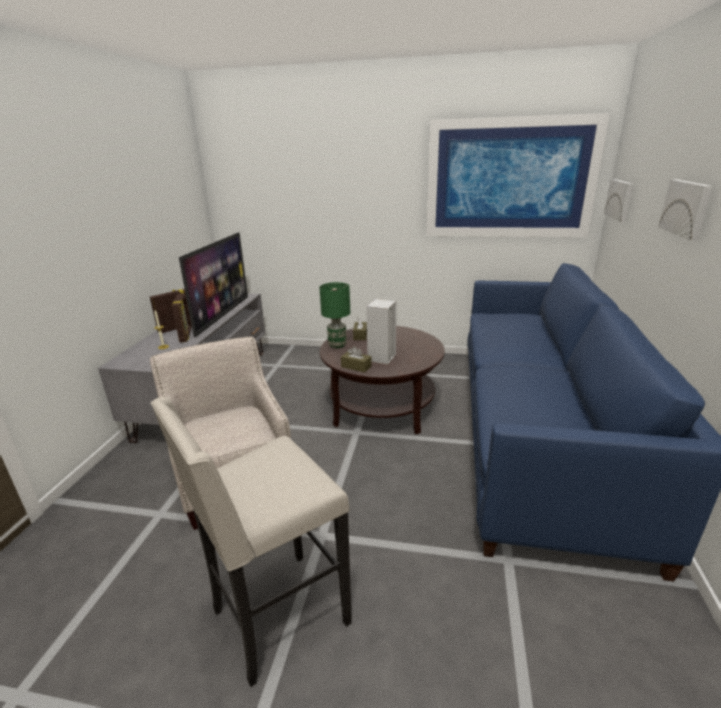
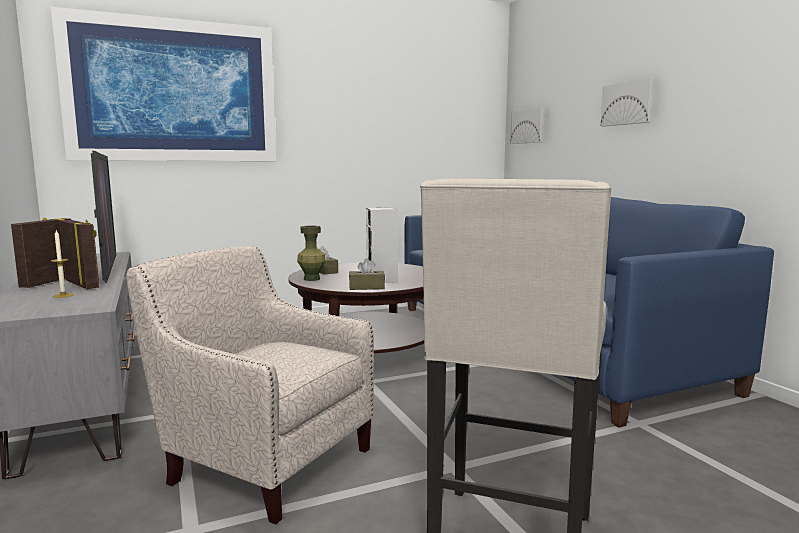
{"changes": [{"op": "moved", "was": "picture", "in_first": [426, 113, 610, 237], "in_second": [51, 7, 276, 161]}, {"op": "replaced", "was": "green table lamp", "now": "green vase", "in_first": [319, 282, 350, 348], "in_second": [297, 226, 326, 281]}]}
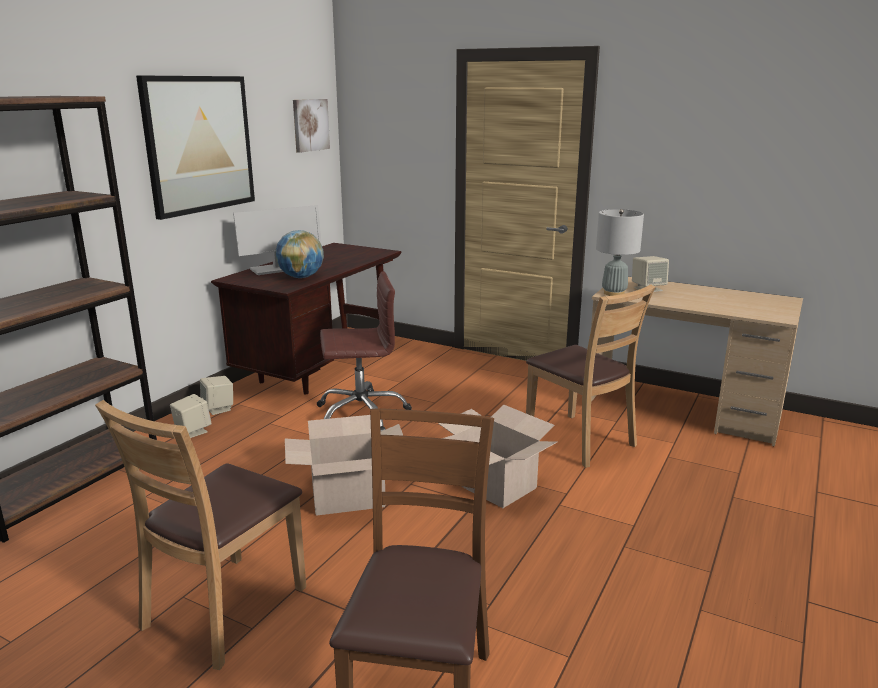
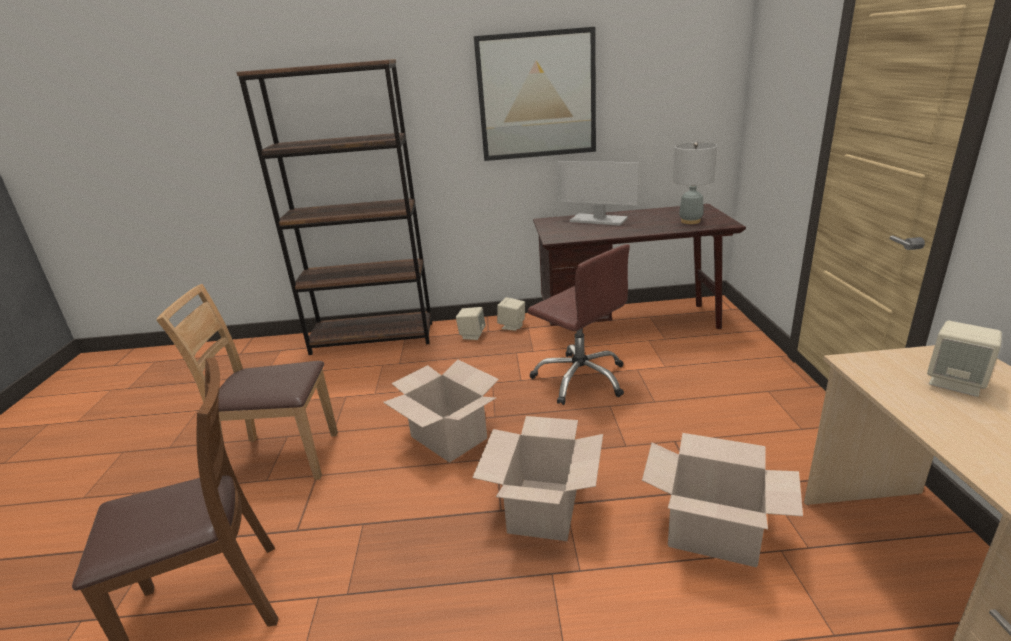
{"changes": [{"op": "removed", "was": "globe", "in_first": [275, 230, 324, 278]}, {"op": "removed", "was": "picture", "in_first": [293, 99, 330, 153]}, {"op": "moved", "was": "grey table lamp", "in_first": [596, 209, 644, 296], "in_second": [673, 142, 717, 224]}, {"op": "replaced", "was": "brown chair", "now": "cardboard box", "in_first": [526, 284, 655, 468], "in_second": [642, 433, 803, 568]}]}
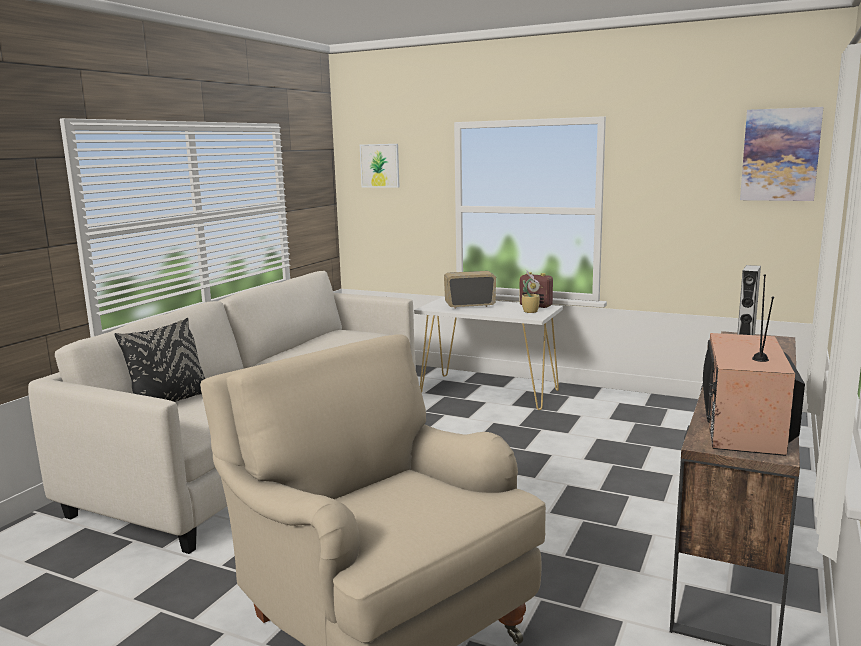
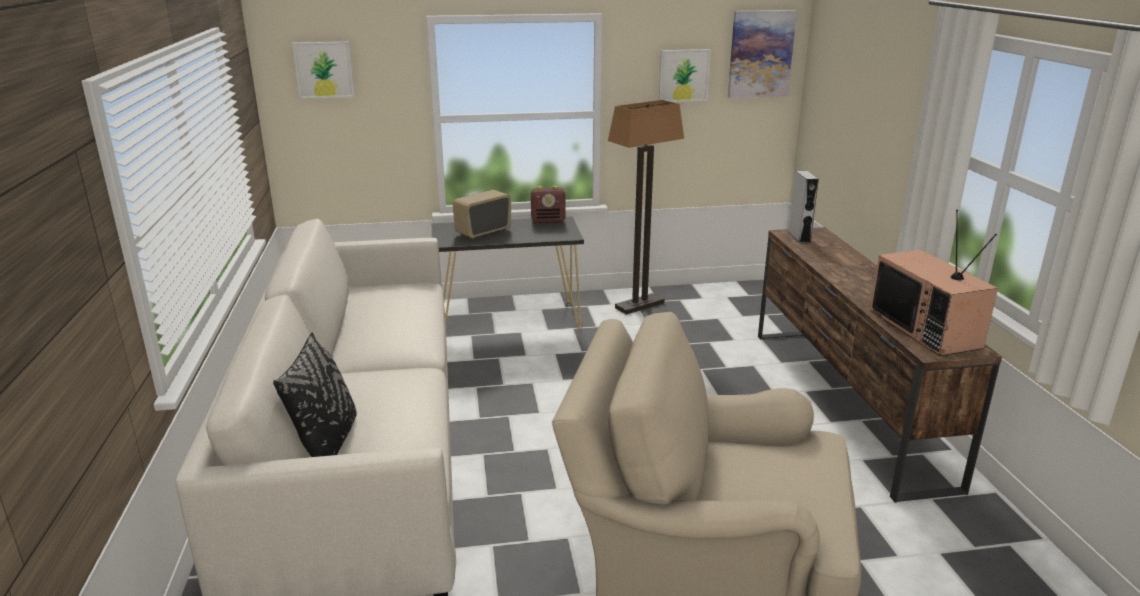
{"changes": [{"op": "removed", "was": "potted plant", "in_first": [522, 270, 540, 313]}, {"op": "added", "now": "floor lamp", "in_second": [608, 100, 684, 315]}, {"op": "added", "now": "picture", "in_second": [659, 49, 711, 102]}, {"op": "recoloured", "was": "white console table", "now": "black console table", "in_first": [414, 297, 563, 410], "in_second": [432, 217, 584, 329]}]}
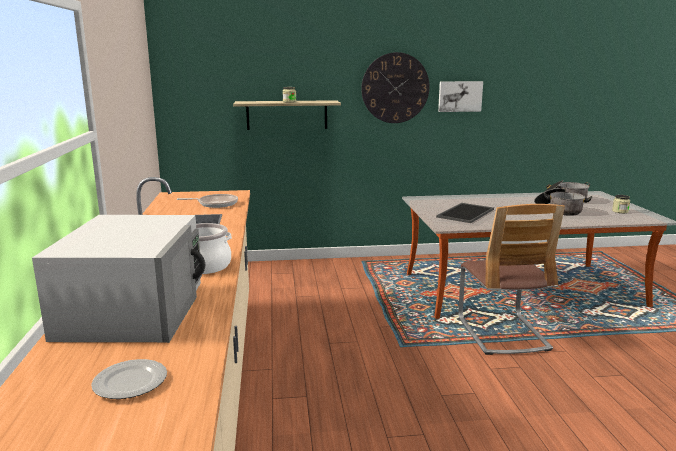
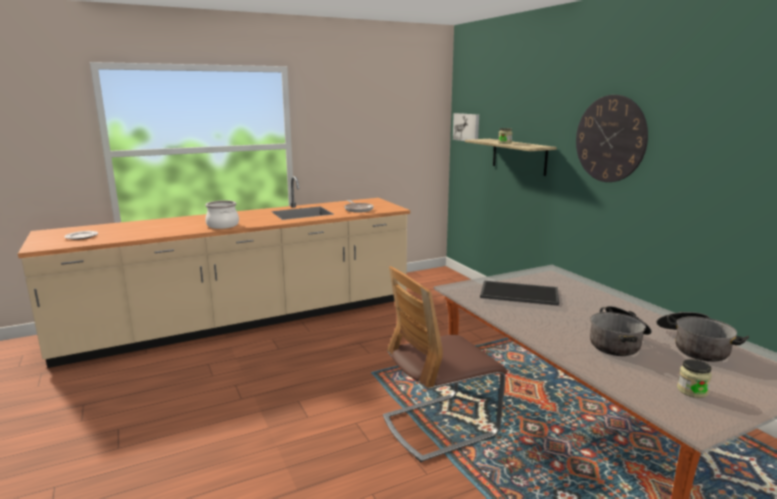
{"changes": [{"op": "removed", "was": "white microwave", "in_first": [32, 215, 205, 343]}, {"op": "moved", "was": "picture", "in_first": [438, 81, 483, 112], "in_second": [453, 113, 479, 141]}]}
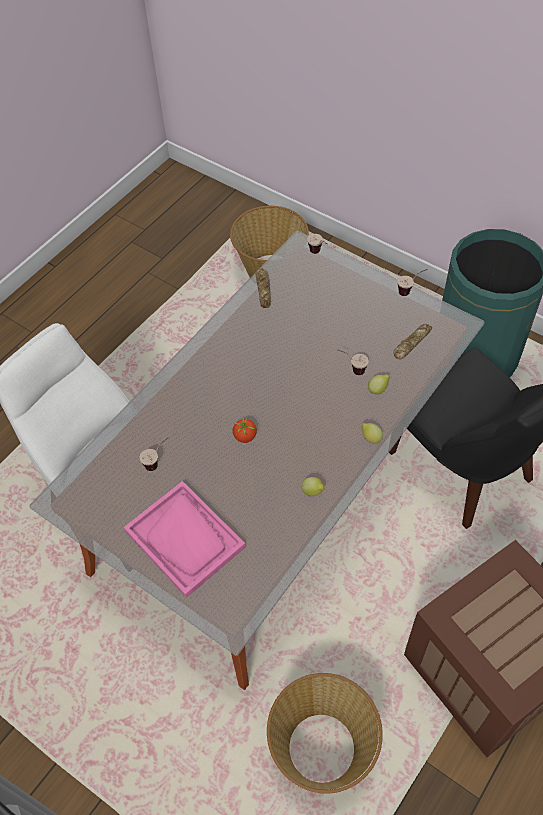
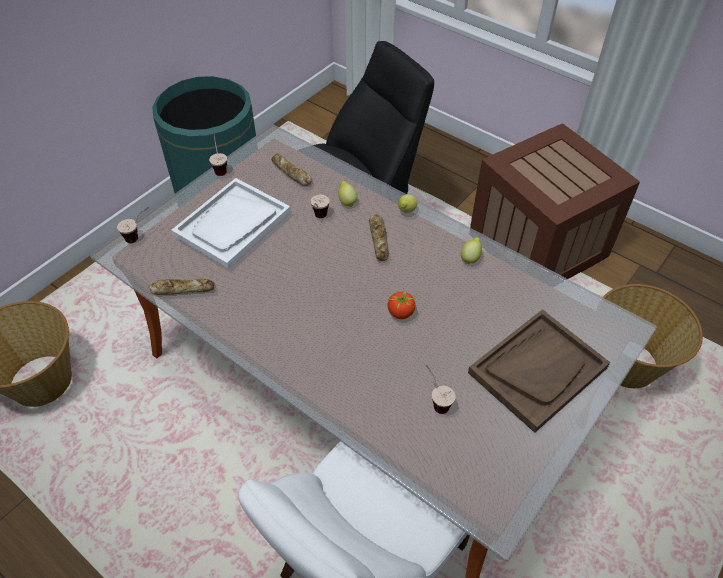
{"changes": [{"op": "added", "now": "white tray", "in_second": [171, 178, 291, 269]}, {"op": "added", "now": "bread", "in_second": [369, 214, 388, 261]}, {"op": "recoloured", "was": "pink tray", "now": "brown tray", "in_first": [124, 481, 245, 598], "in_second": [468, 309, 610, 433]}]}
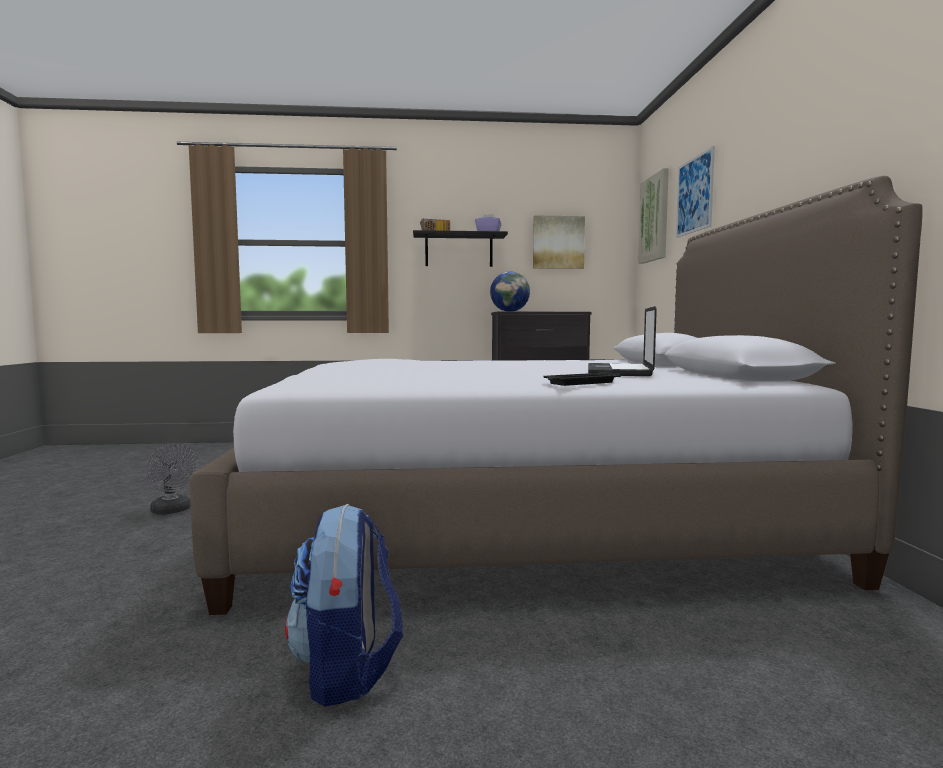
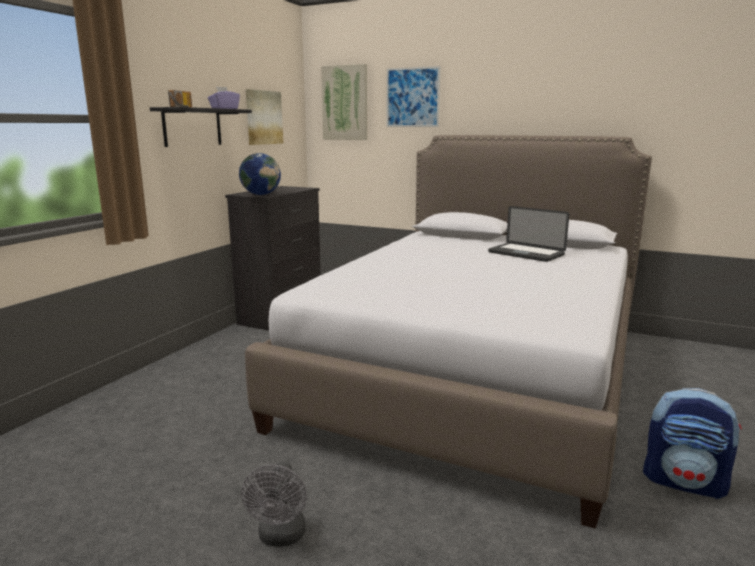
{"changes": [{"op": "removed", "was": "black tray", "in_first": [543, 372, 621, 386]}, {"op": "turned", "was": "grey fan", "in_first": [146, 444, 199, 515], "in_second": [241, 462, 307, 547], "clockwise": 105}]}
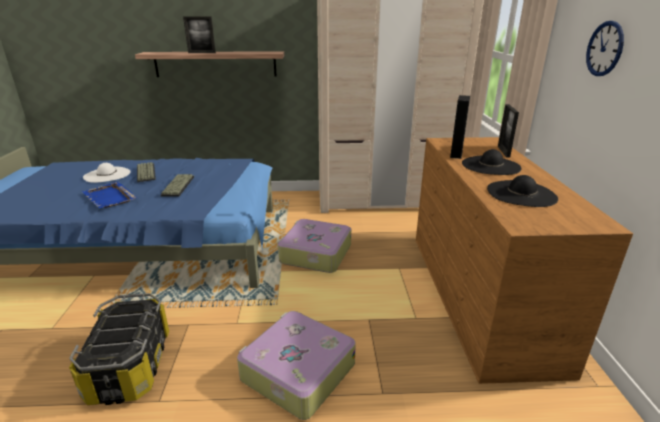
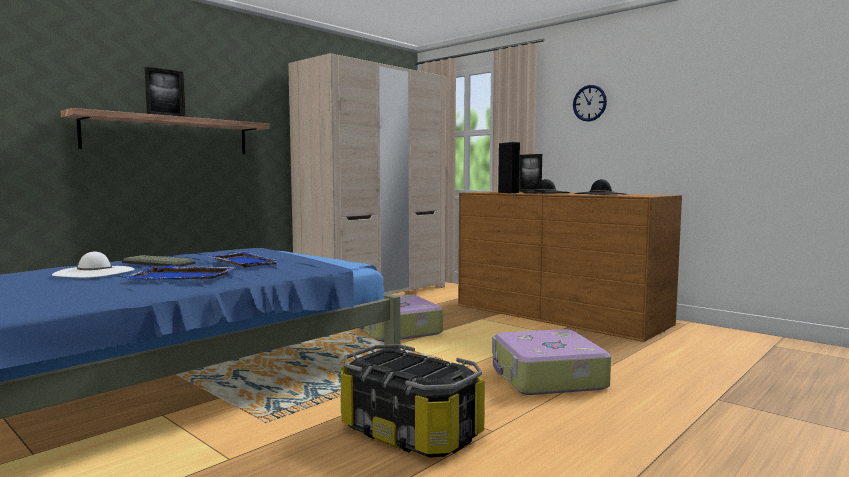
{"changes": [{"op": "replaced", "was": "keyboard", "now": "blue tray", "in_first": [161, 174, 194, 196], "in_second": [206, 252, 280, 267]}]}
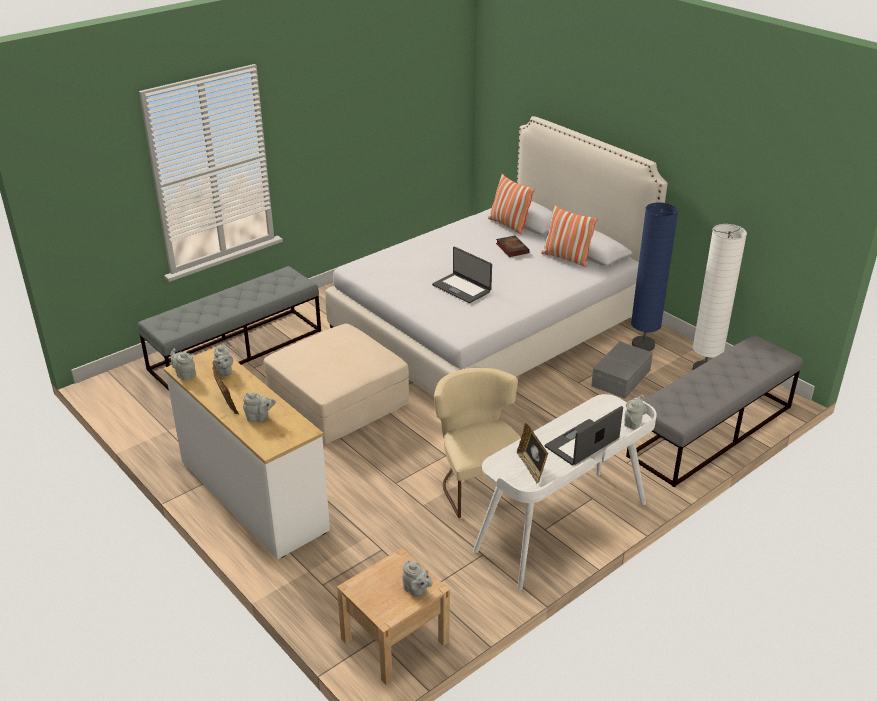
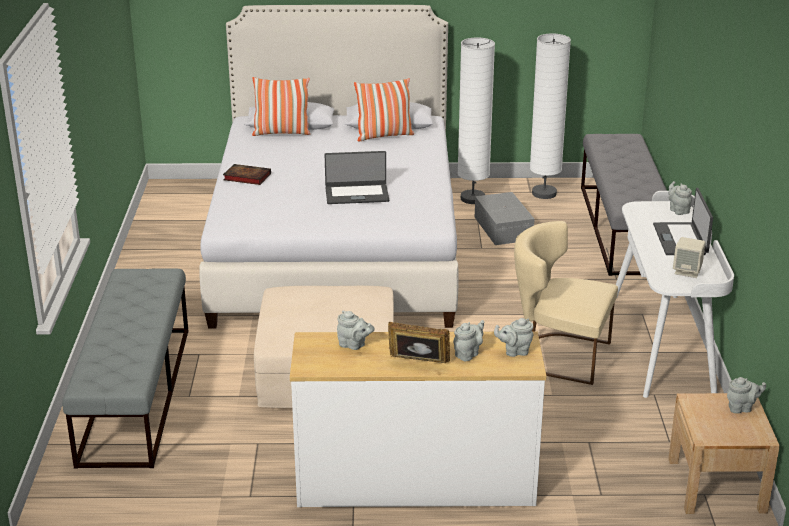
{"changes": [{"op": "moved", "was": "grey teapot", "in_first": [170, 349, 196, 381], "in_second": [494, 318, 534, 357]}, {"op": "moved", "was": "book", "in_first": [496, 236, 530, 257], "in_second": [223, 164, 271, 185]}, {"op": "replaced", "was": "picture frame", "now": "beige speaker", "in_first": [517, 423, 548, 484], "in_second": [673, 237, 706, 278]}, {"op": "recoloured", "was": "blue floor lamp", "now": "white floor lamp", "in_first": [631, 202, 678, 351], "in_second": [458, 38, 495, 204]}]}
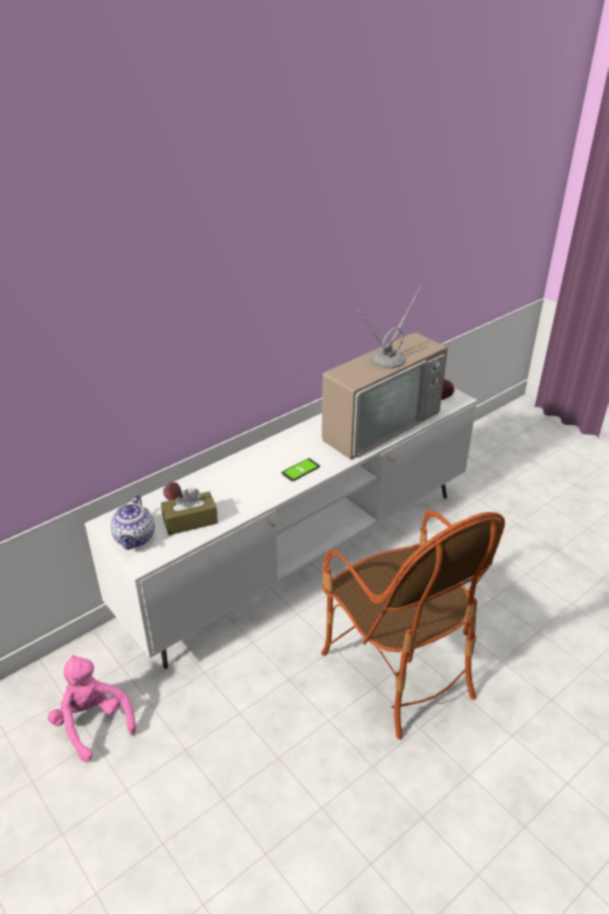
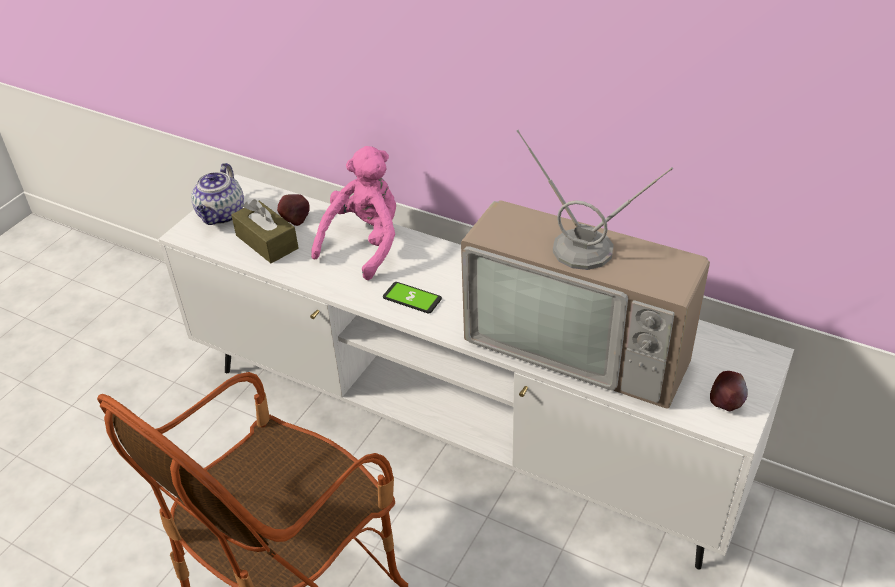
{"changes": [{"op": "moved", "was": "pink plush toy", "in_first": [48, 655, 136, 762], "in_second": [311, 146, 396, 280]}, {"op": "turned", "was": "teapot", "in_first": [110, 494, 155, 550], "in_second": [191, 163, 244, 225], "clockwise": -60}]}
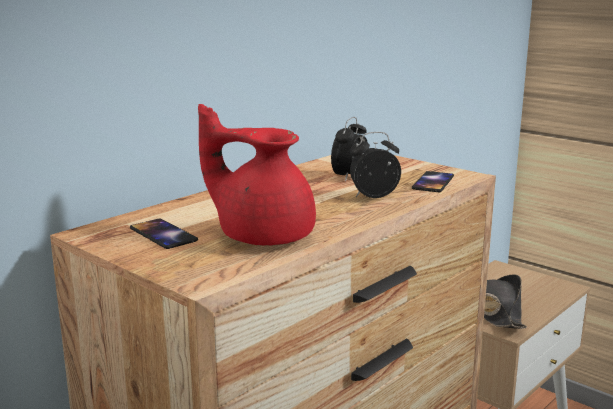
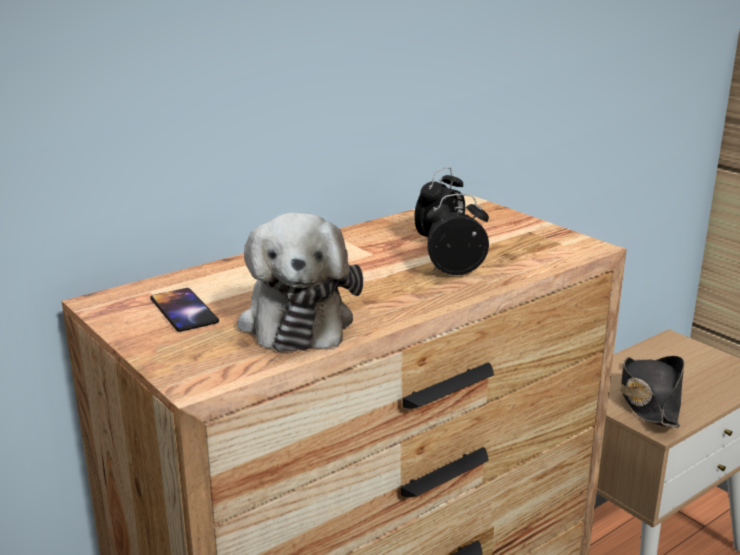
{"changes": [{"op": "removed", "was": "phone", "in_first": [412, 171, 454, 192]}, {"op": "replaced", "was": "red teapot", "now": "plush toy", "in_first": [198, 104, 316, 246], "in_second": [237, 213, 363, 352]}]}
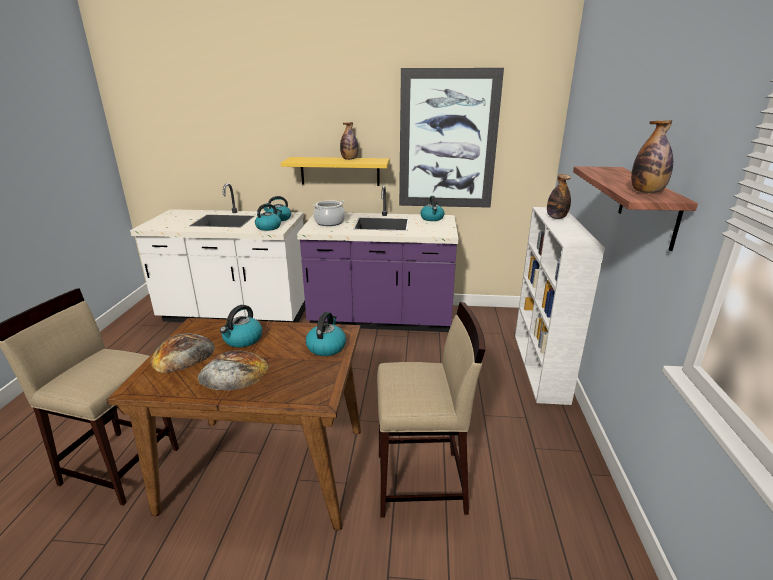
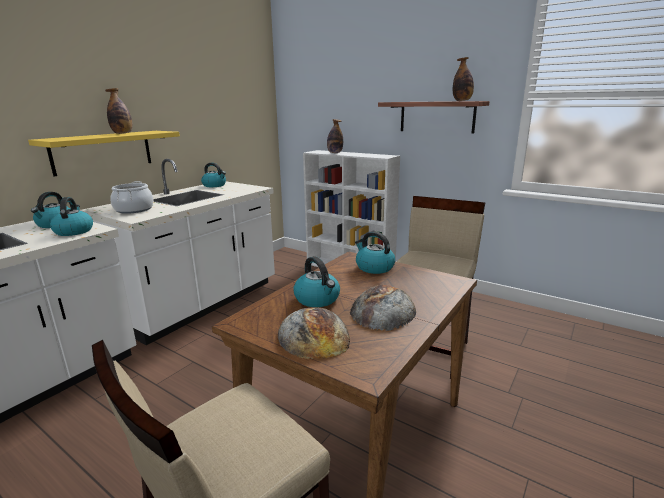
{"changes": [{"op": "removed", "was": "picture", "in_first": [399, 68, 504, 208]}, {"op": "recoloured", "was": "purple counter", "now": "white counter", "in_first": [297, 185, 458, 332], "in_second": [80, 159, 275, 345]}]}
